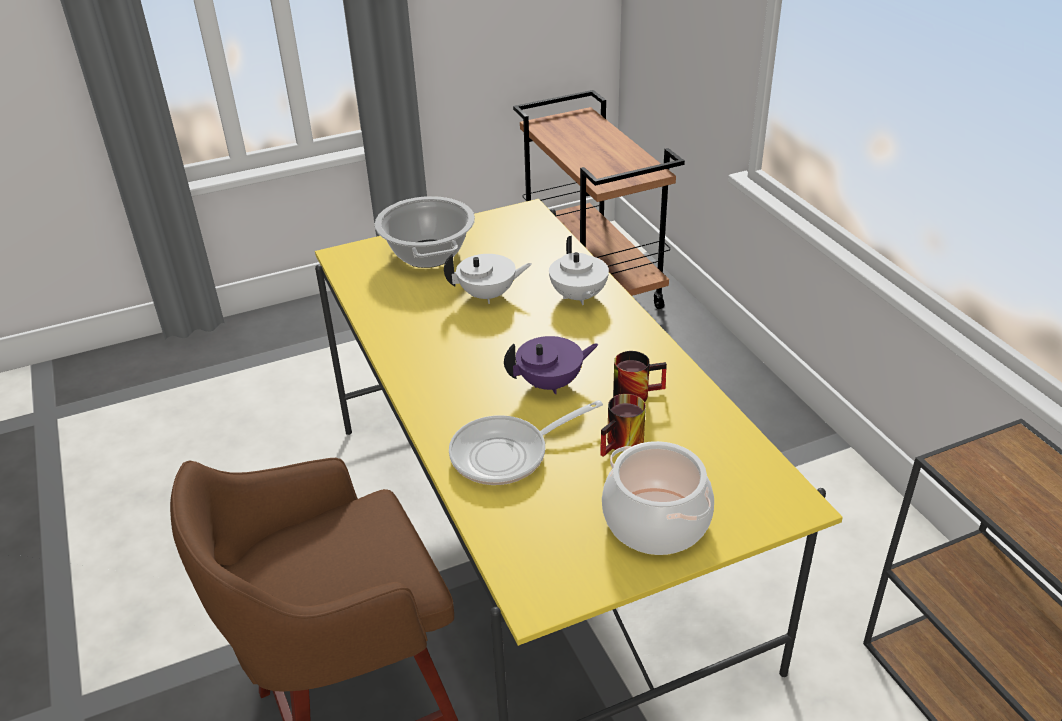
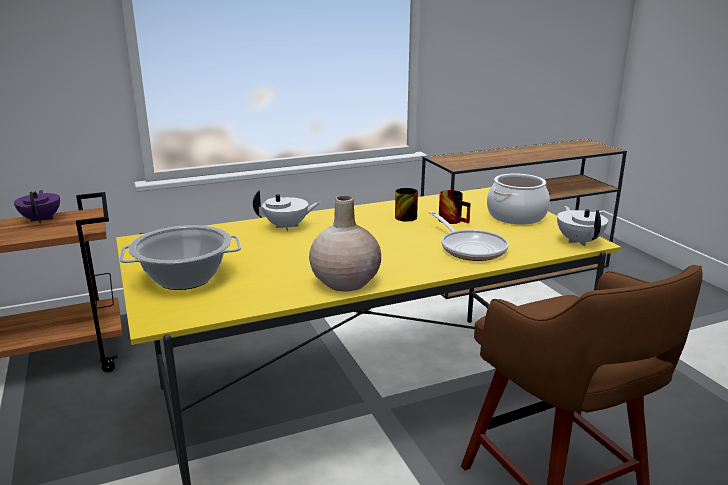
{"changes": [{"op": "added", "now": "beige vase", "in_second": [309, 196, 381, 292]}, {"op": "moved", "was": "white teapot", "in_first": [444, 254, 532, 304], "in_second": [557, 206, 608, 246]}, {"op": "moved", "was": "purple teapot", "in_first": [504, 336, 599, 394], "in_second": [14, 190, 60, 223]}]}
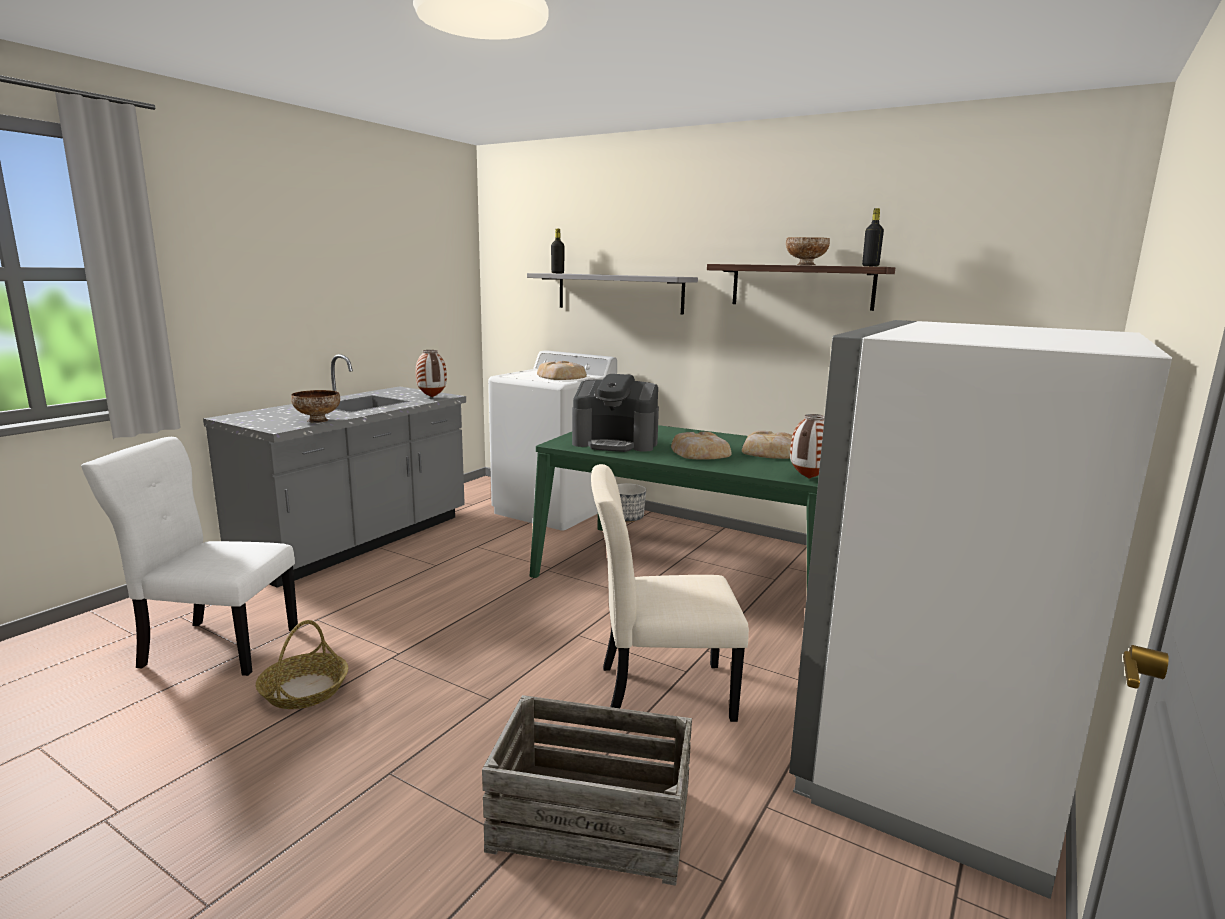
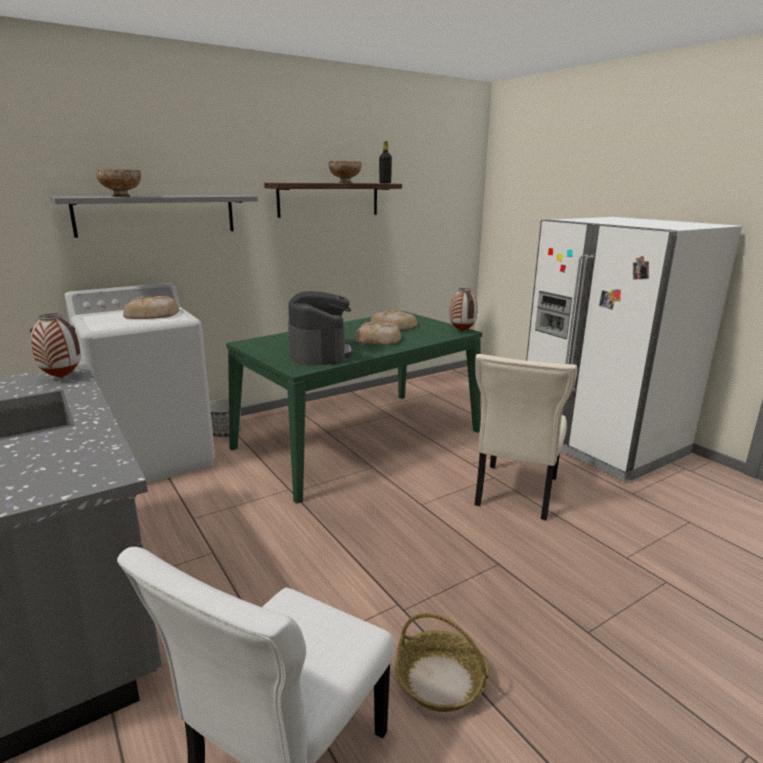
{"changes": [{"op": "removed", "was": "crate", "in_first": [482, 695, 692, 886]}, {"op": "removed", "was": "black bottle", "in_first": [551, 229, 565, 273]}, {"op": "moved", "was": "bowl", "in_first": [291, 390, 340, 423], "in_second": [96, 169, 141, 197]}, {"op": "turned", "was": "coffee machine", "in_first": [572, 374, 659, 452], "in_second": [288, 291, 353, 365], "clockwise": -45}]}
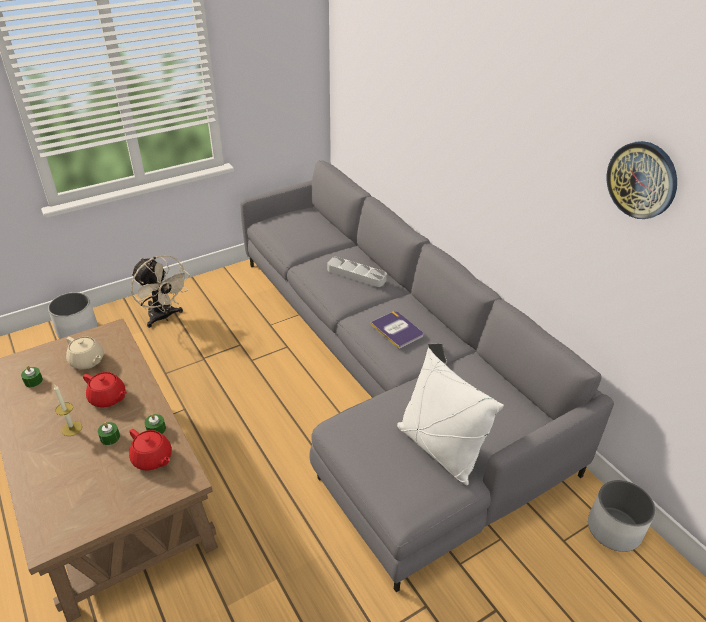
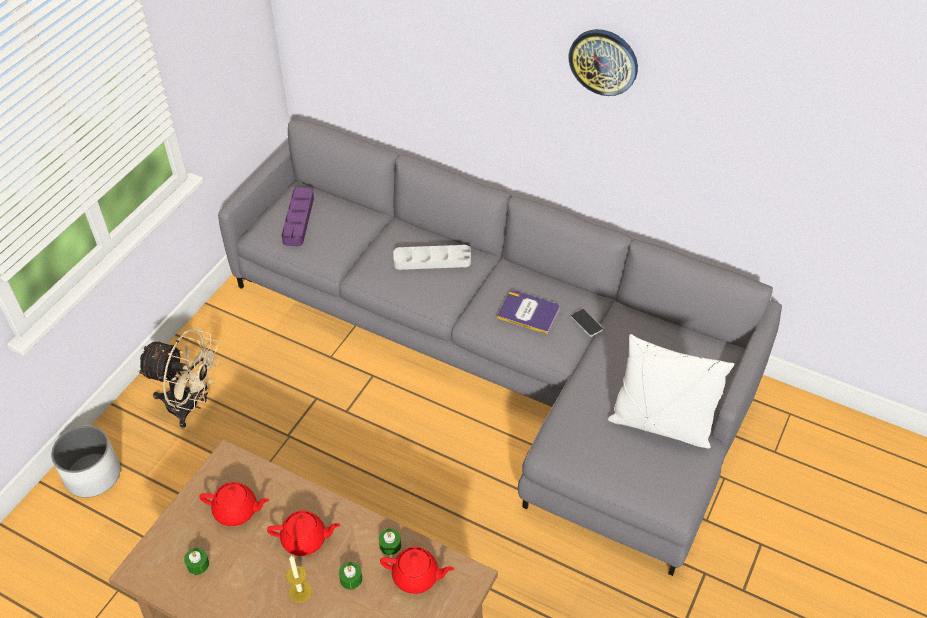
{"changes": [{"op": "removed", "was": "white planter", "in_first": [588, 480, 656, 552]}, {"op": "added", "now": "purple tray", "in_second": [281, 187, 314, 246]}, {"op": "moved", "was": "wall clock", "in_first": [607, 141, 677, 219], "in_second": [569, 29, 638, 96]}, {"op": "recoloured", "was": "beige teapot", "now": "red teapot", "in_first": [66, 337, 104, 369], "in_second": [199, 482, 269, 526]}]}
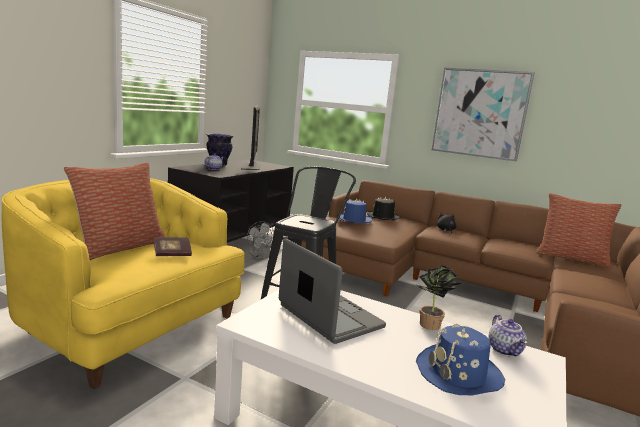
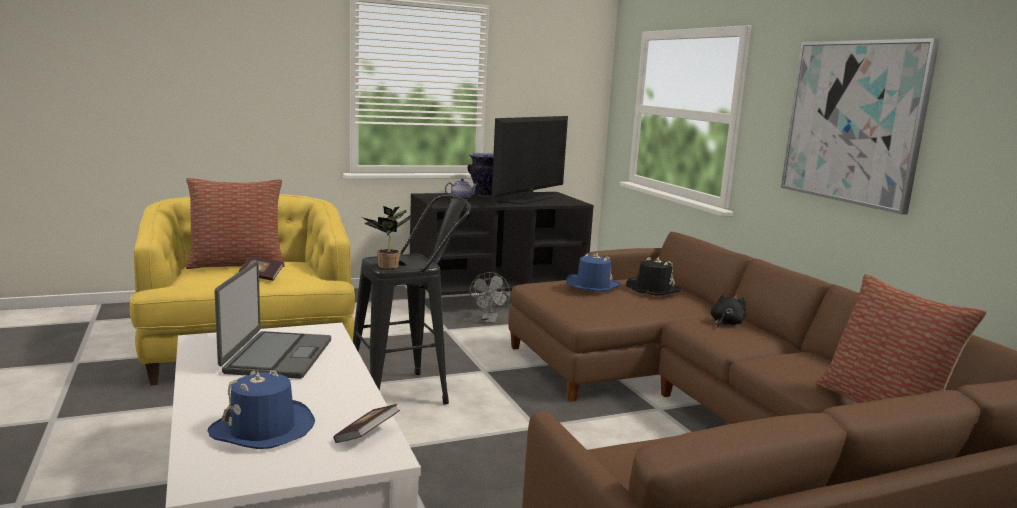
{"changes": [{"op": "moved", "was": "potted plant", "in_first": [417, 265, 461, 330], "in_second": [361, 206, 411, 269]}, {"op": "replaced", "was": "teapot", "now": "book", "in_first": [489, 314, 527, 357], "in_second": [334, 404, 400, 443]}]}
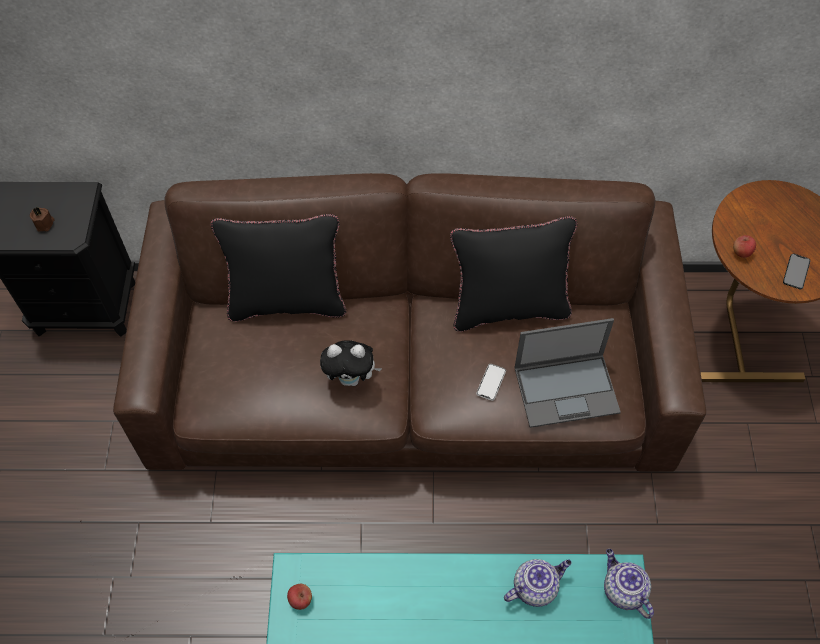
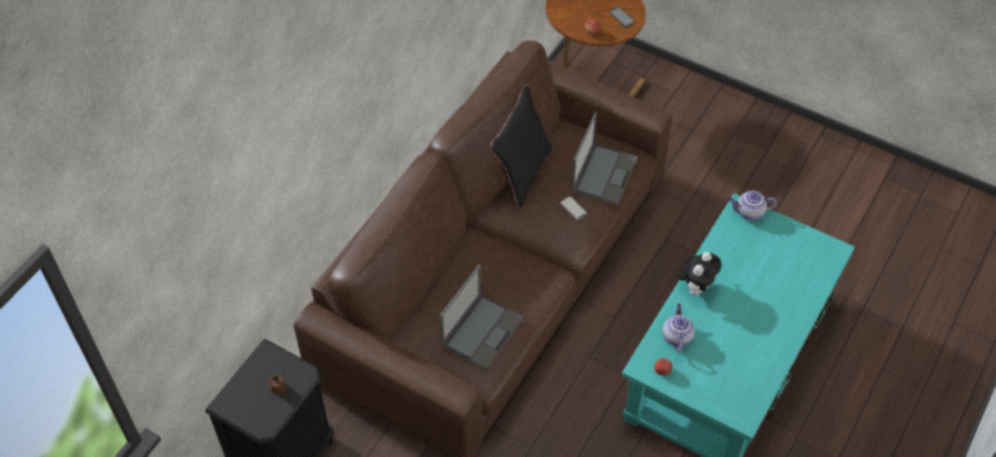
{"changes": [{"op": "removed", "was": "black pillow", "in_first": [211, 214, 346, 322]}, {"op": "added", "now": "laptop", "in_second": [439, 264, 524, 370]}, {"op": "moved", "was": "plush toy", "in_first": [320, 340, 382, 386], "in_second": [679, 252, 721, 296]}, {"op": "moved", "was": "teapot", "in_first": [504, 559, 572, 607], "in_second": [663, 304, 695, 353]}]}
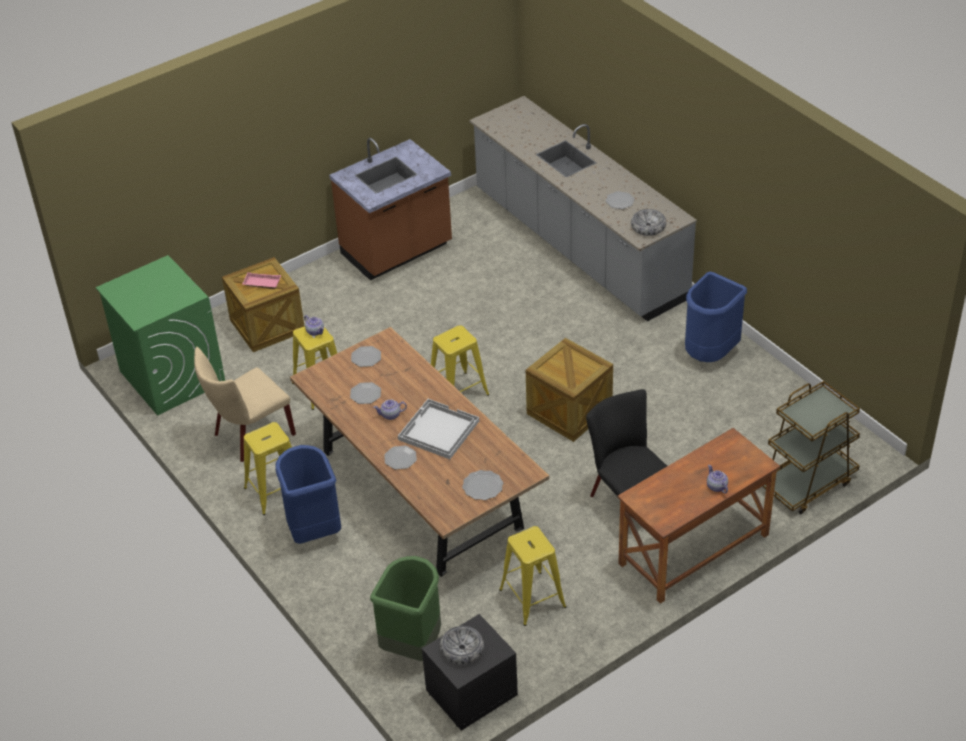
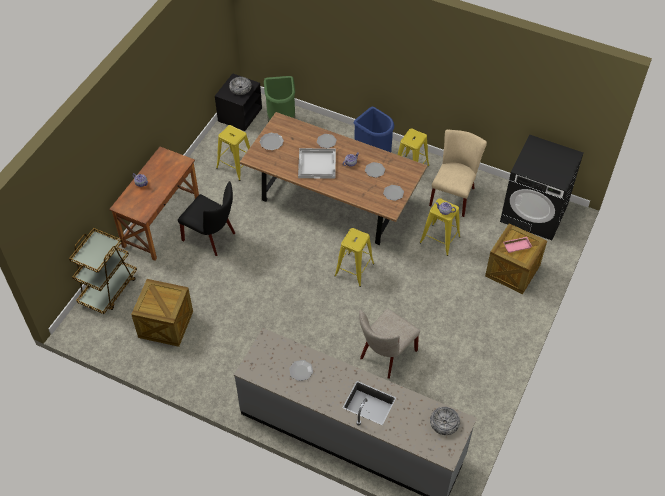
{"changes": [{"op": "removed", "was": "brown counter", "in_first": [329, 138, 452, 280]}, {"op": "removed", "was": "blue trash can", "in_first": [685, 272, 747, 362]}, {"op": "added", "now": "beige chair", "in_second": [359, 308, 420, 379]}, {"op": "moved", "was": "crate", "in_first": [526, 338, 613, 442], "in_second": [131, 279, 193, 347]}, {"op": "moved", "was": "bowl", "in_first": [631, 209, 666, 236], "in_second": [430, 407, 460, 435]}, {"op": "recoloured", "was": "green washing machine", "now": "black washing machine", "in_first": [96, 255, 225, 416], "in_second": [500, 135, 584, 240]}]}
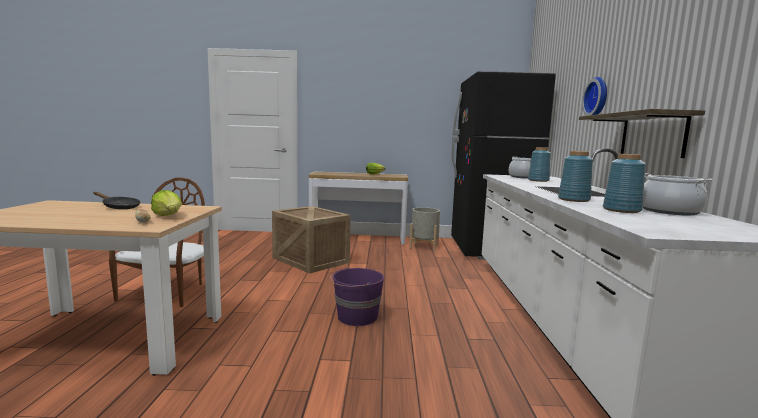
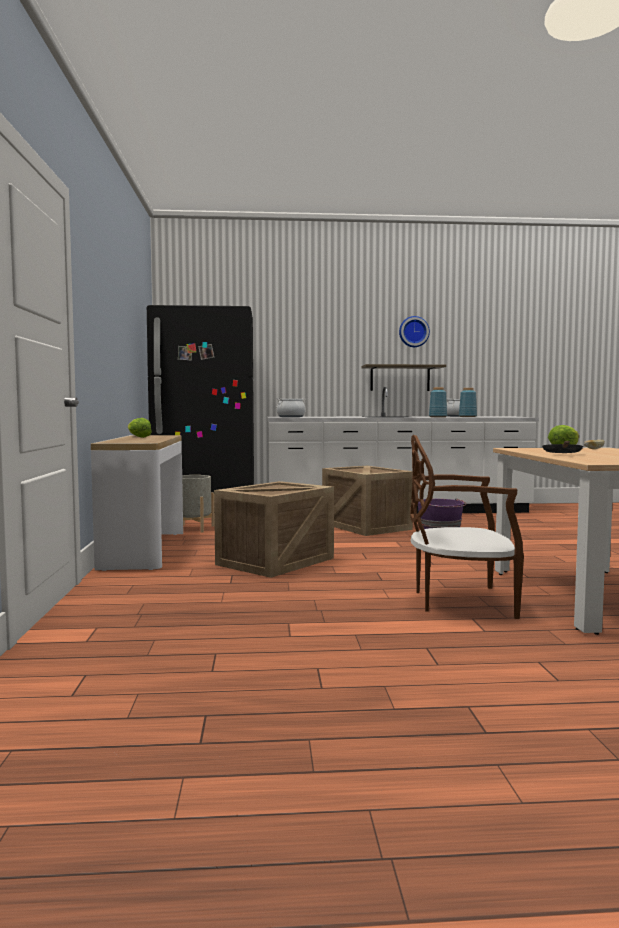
{"changes": [{"op": "removed", "was": "blue vase", "in_first": [528, 147, 551, 182]}, {"op": "added", "now": "crate", "in_second": [322, 466, 413, 536]}, {"op": "moved", "was": "wall clock", "in_first": [582, 77, 607, 116], "in_second": [399, 316, 430, 347]}]}
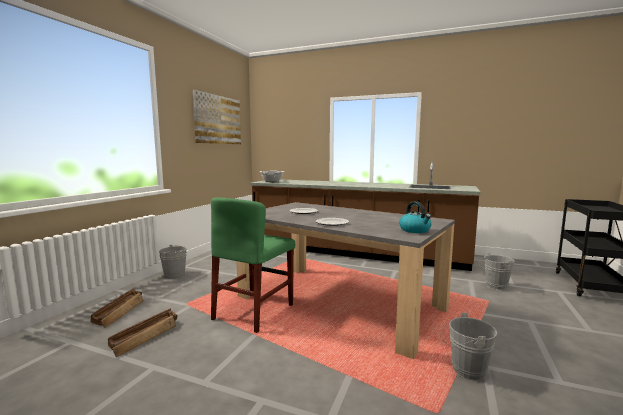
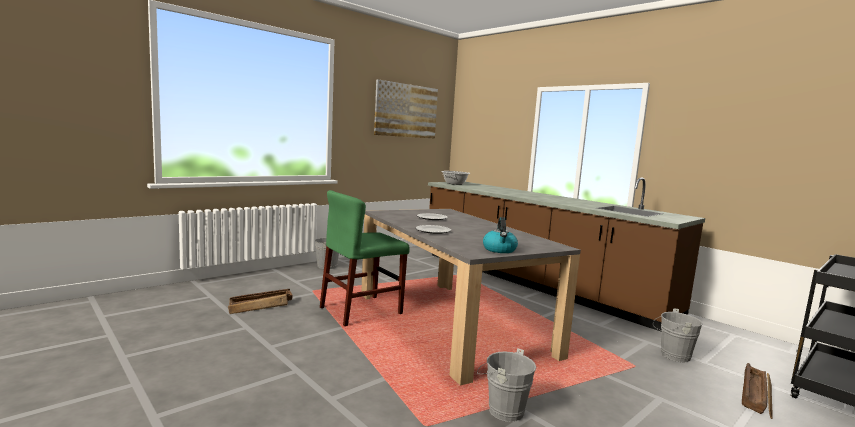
{"changes": [{"op": "moved", "was": "crate", "in_first": [91, 288, 143, 328], "in_second": [742, 363, 773, 419]}]}
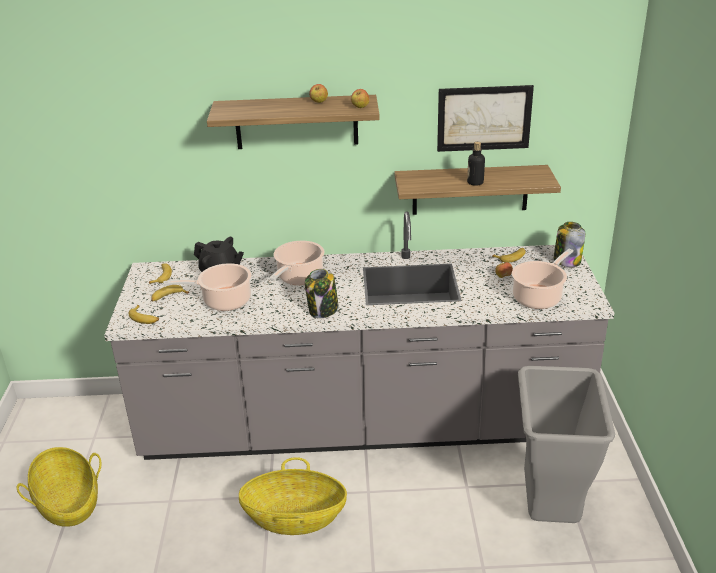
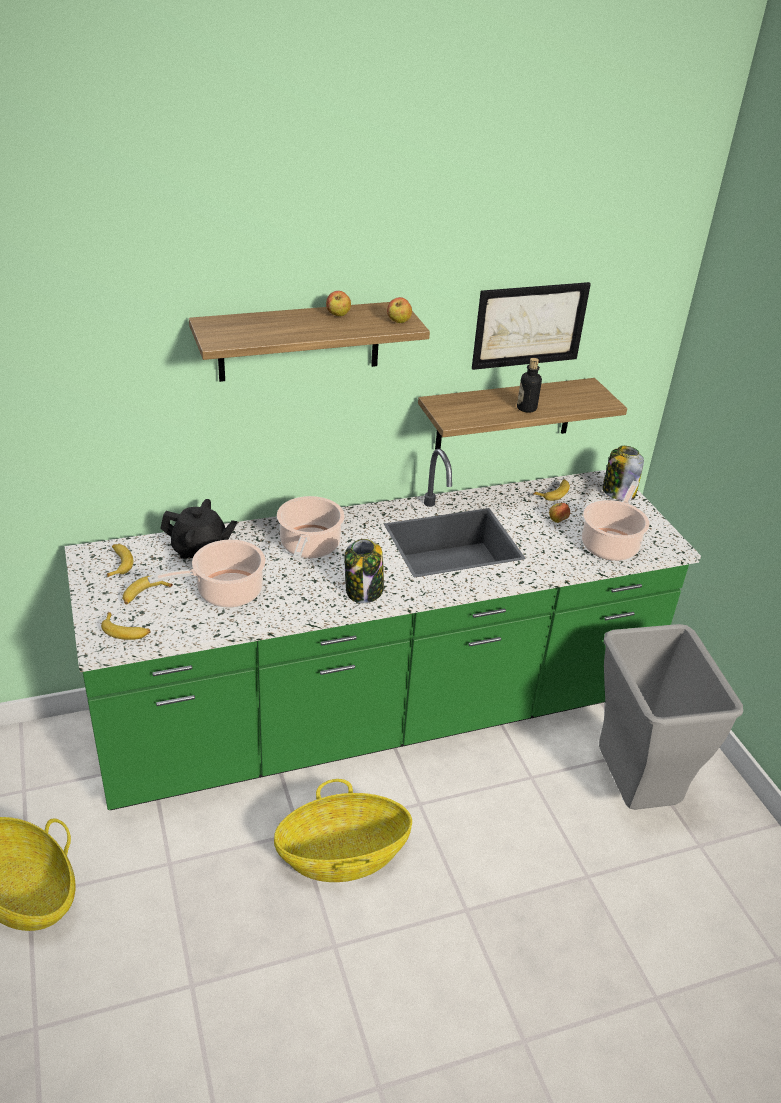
{"changes": [{"op": "recoloured", "was": "grey counter", "now": "green counter", "in_first": [104, 212, 614, 460], "in_second": [65, 449, 701, 810]}]}
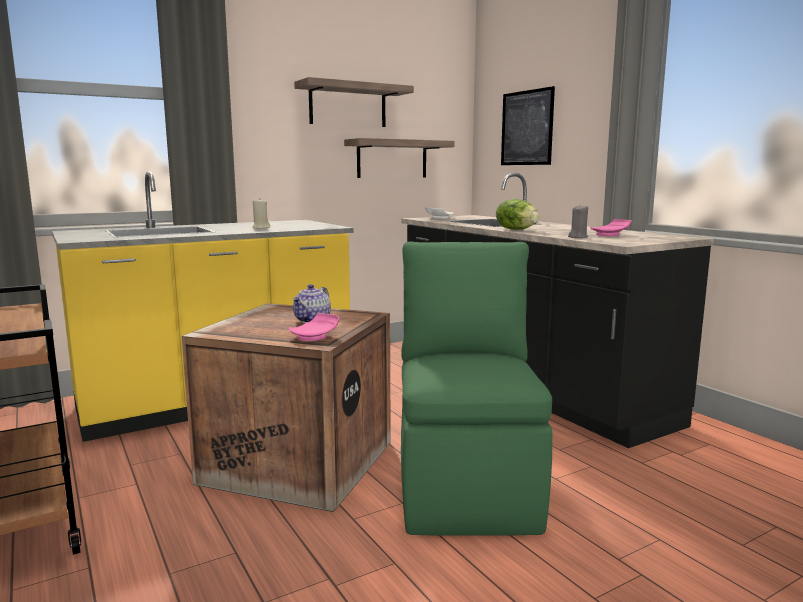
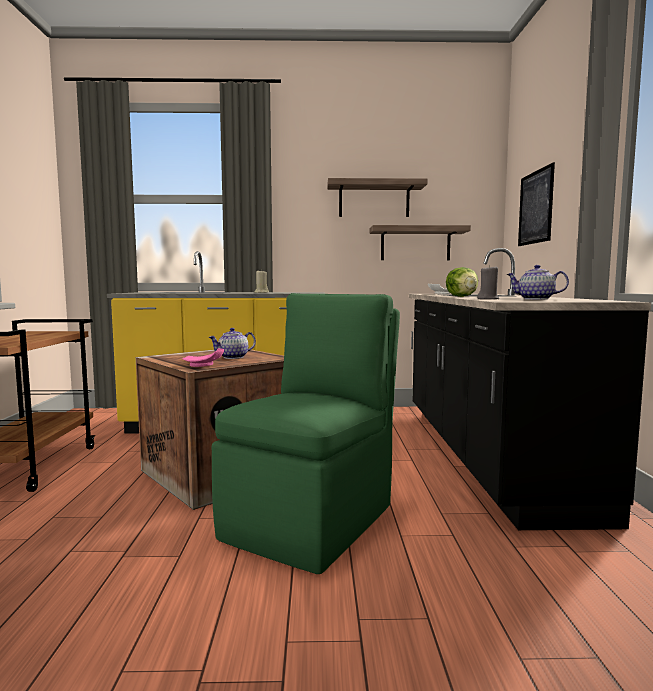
{"changes": [{"op": "replaced", "was": "pink plate", "now": "teapot", "in_first": [590, 219, 632, 236], "in_second": [507, 265, 569, 300]}]}
